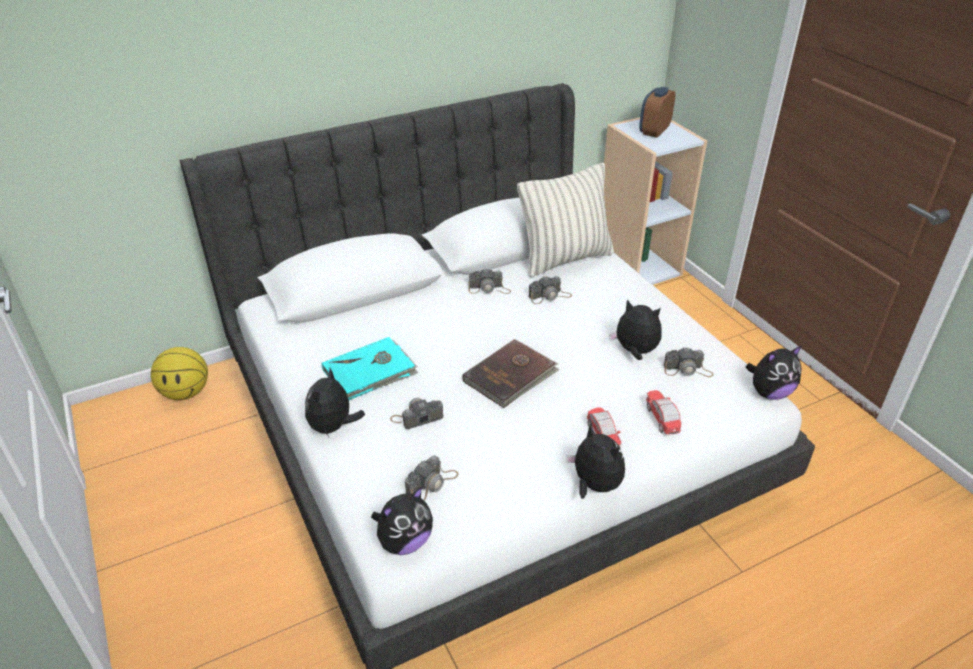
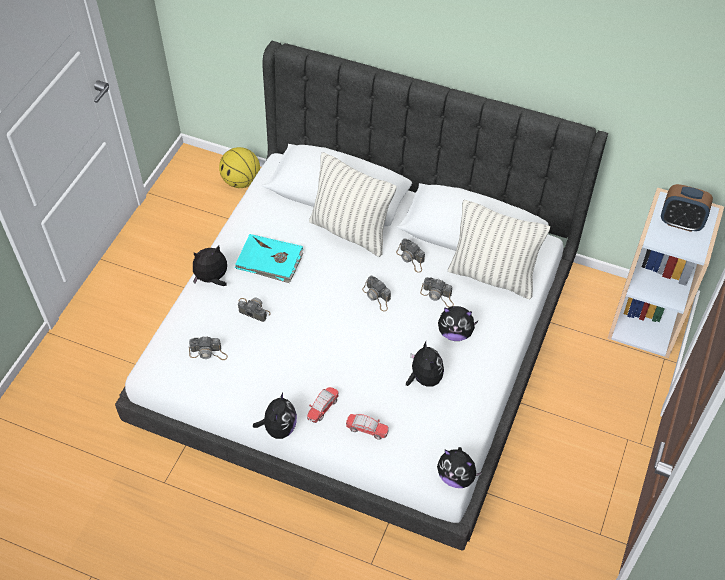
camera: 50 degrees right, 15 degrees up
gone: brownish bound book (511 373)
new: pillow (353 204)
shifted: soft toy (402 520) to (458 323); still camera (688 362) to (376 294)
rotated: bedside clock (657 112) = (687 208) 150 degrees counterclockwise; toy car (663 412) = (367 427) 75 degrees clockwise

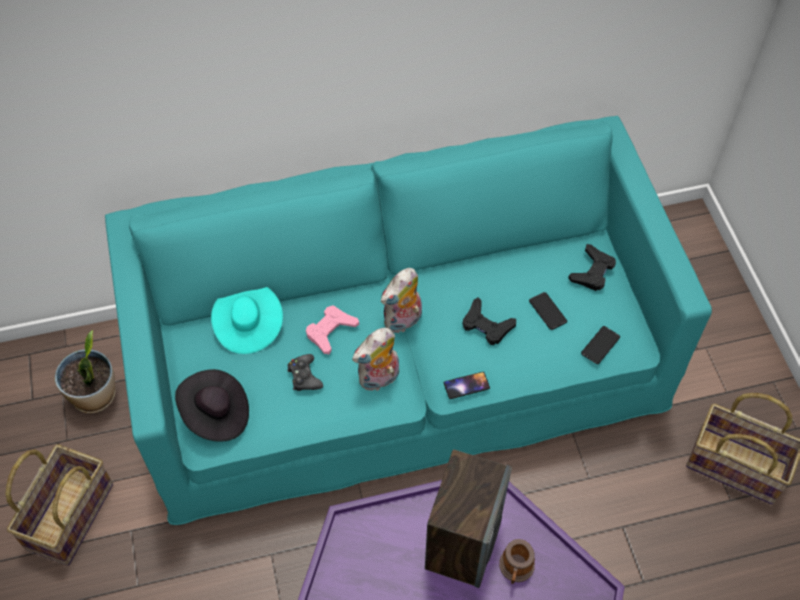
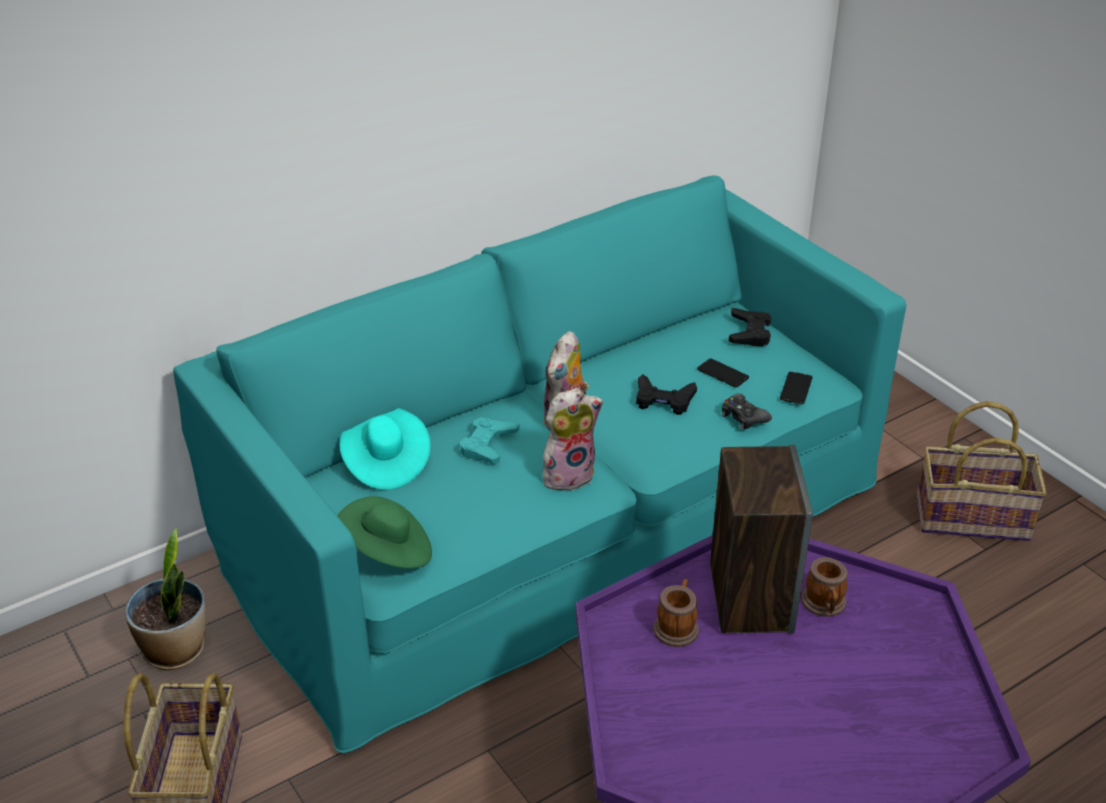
camera: 20 degrees left, 20 degrees down
gone: phone (467 385)
new: tea mug (676 613)
shifted: black-coloured game controller (305 372) to (747 411)
repainted: black-coloured wearable hat (212 405) to greenish wearable hat (384 532); pinkish game controller (332 329) to turquoise game controller (490 440)
rotated: soft toy (376 359) = (572 439) 150 degrees counterclockwise

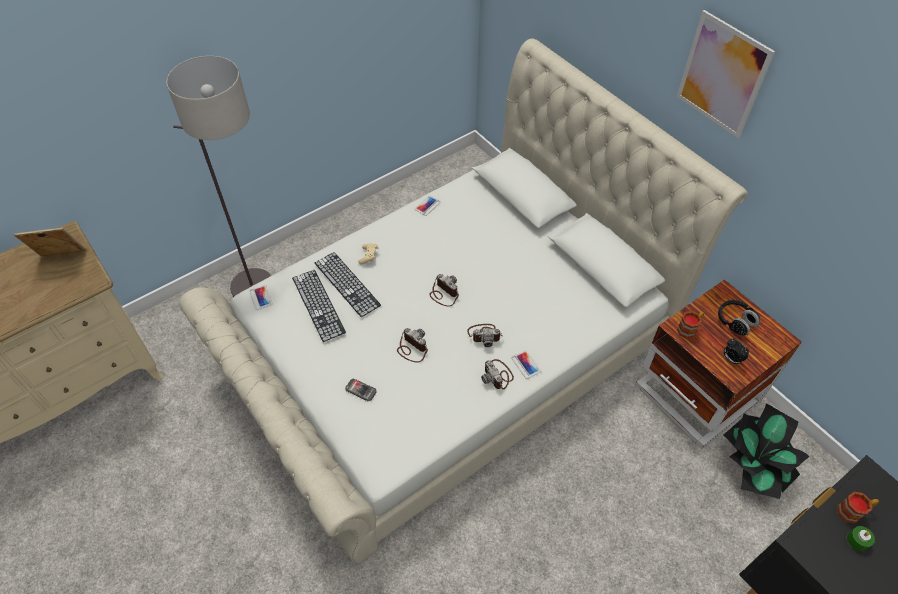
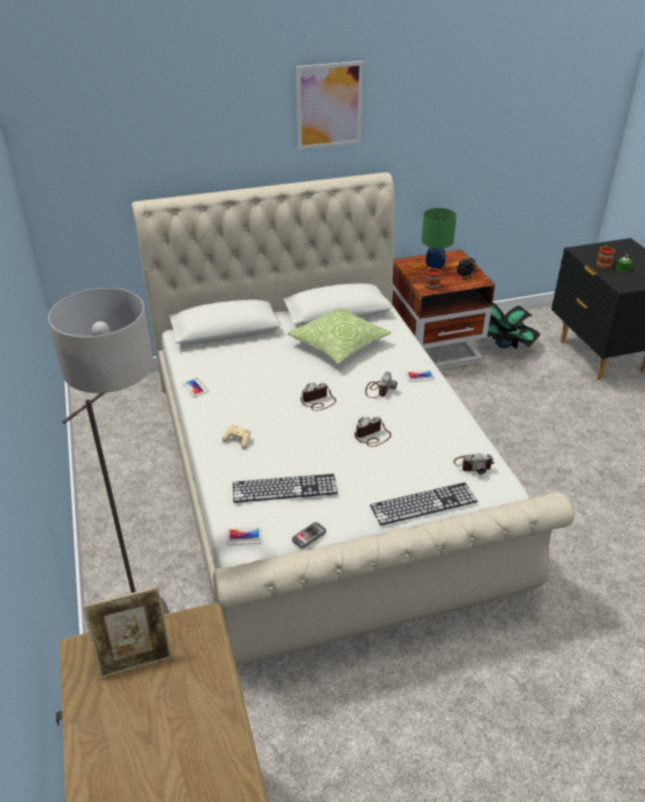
camera: 70 degrees left, 15 degrees down
new: pillow (339 336)
shifted: PC keyboard (348 284) to (424 504); phone (361 390) to (309 535); still camera (497 374) to (474 464)
swapped: black-coloured pair of headphones (739 317) to greenish lamp for a table (439 238)
rotated: picture frame (50 242) = (127 632) 120 degrees counterclockwise

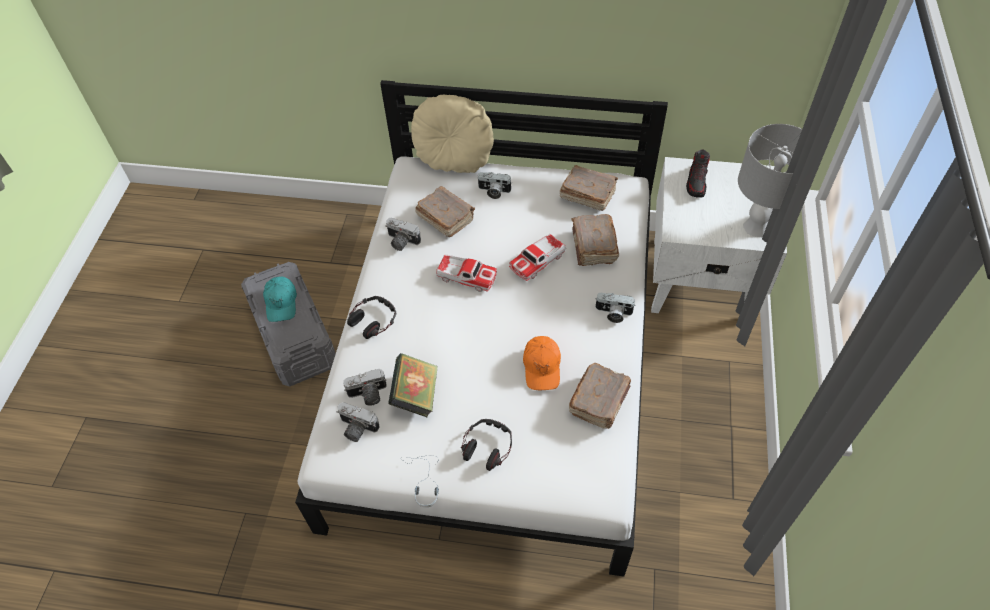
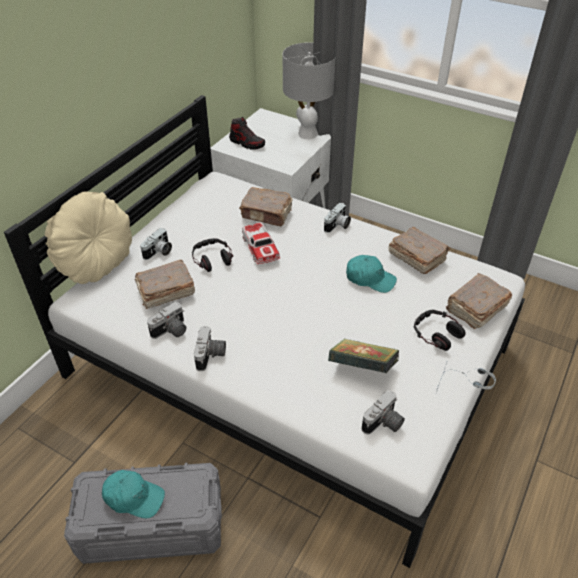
camera: 70 degrees left, 10 degrees down
gone: toy car (466 273)
shifted: still camera (365 387) to (210 348); pair of headphones (372 317) to (212 255); brownish bound book (589 188) to (479 301)
repainted: orange-coloured cap (542 363) to turquoise cap (371 274)

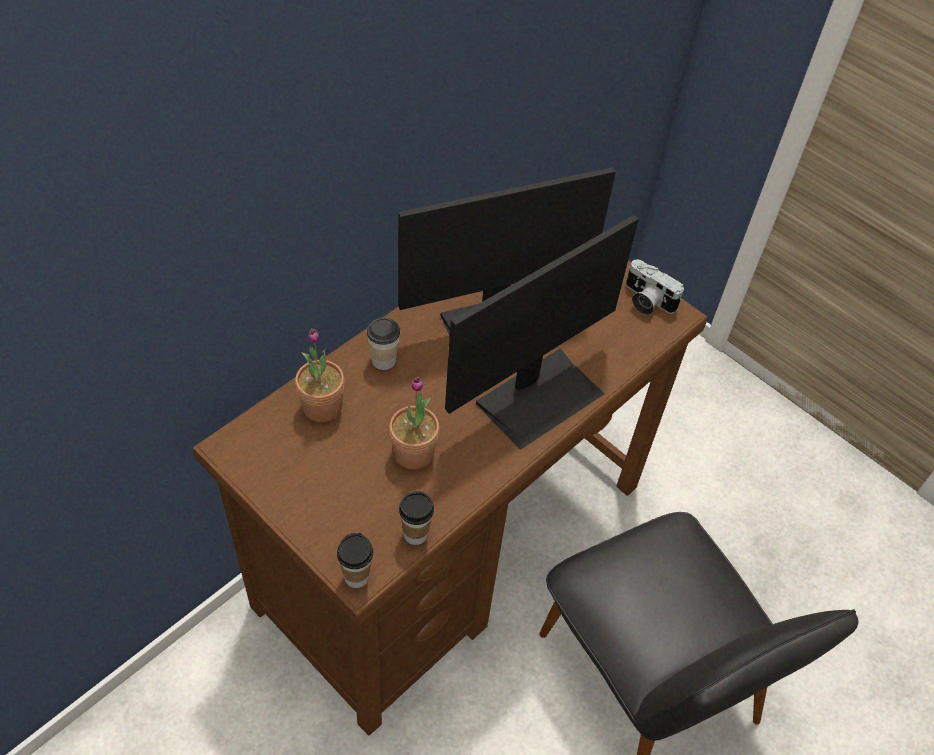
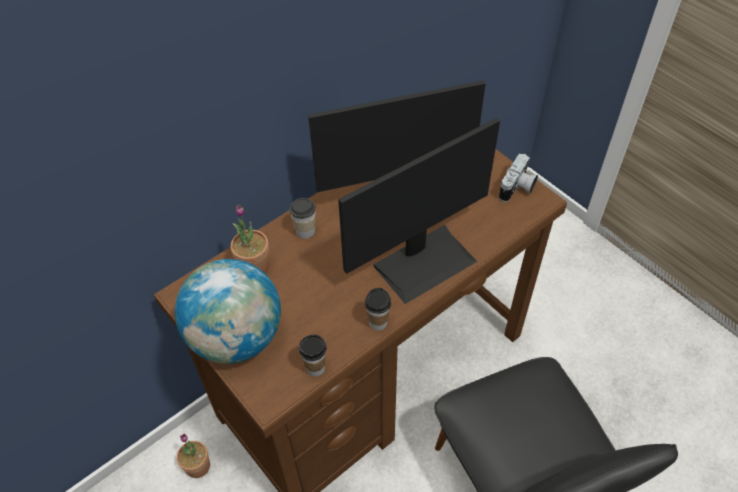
camera: 10 degrees right, 0 degrees up
new: desk globe (228 311)
shifted: drinking cup (355 560) to (378 309); plant in a pot (414 423) to (193 456)
rotated: still camera (655 287) = (518 178) 105 degrees counterclockwise

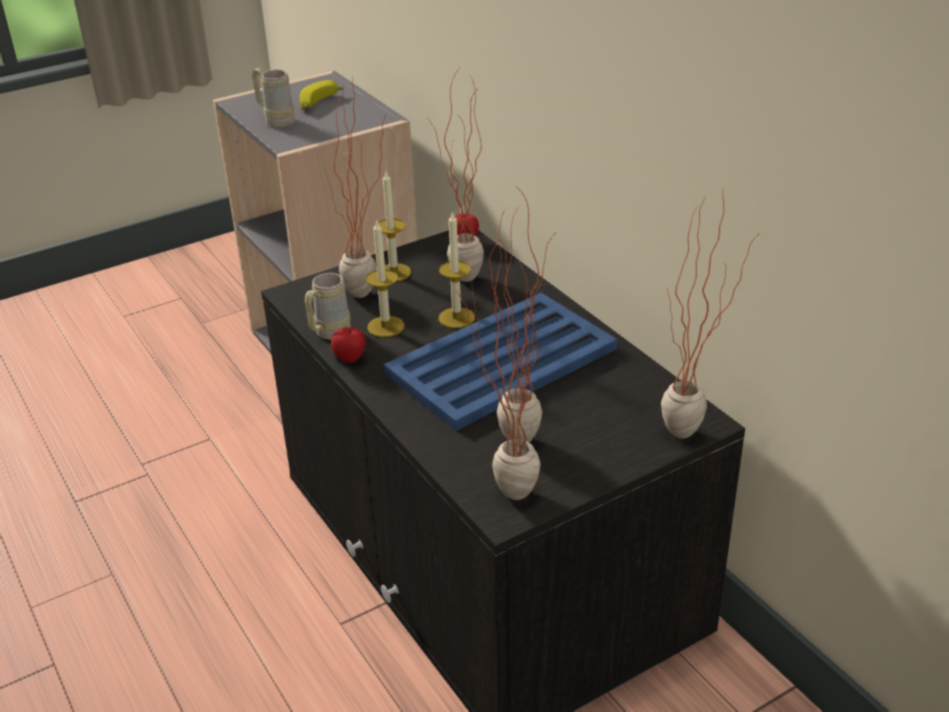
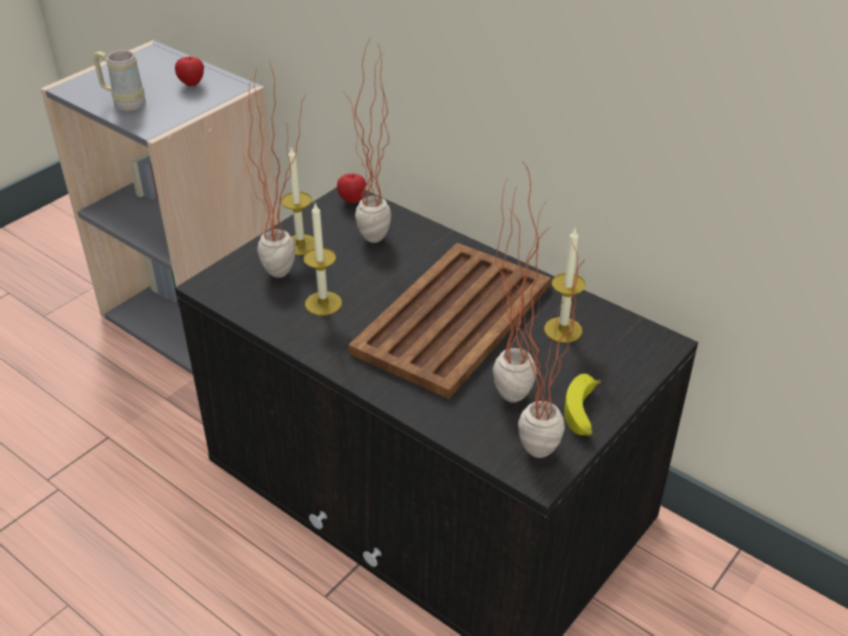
camera: 20 degrees left, 5 degrees up
gone: sand-coloured tea mug (328 306); plant in a pot (709 316)
shifted: whole banana (321 94) to (582 405); apple fruit (348 345) to (189 71); wax light (457 269) to (565 286)
repainted: bluish serving tray (501 362) to brownish serving tray (449 321)

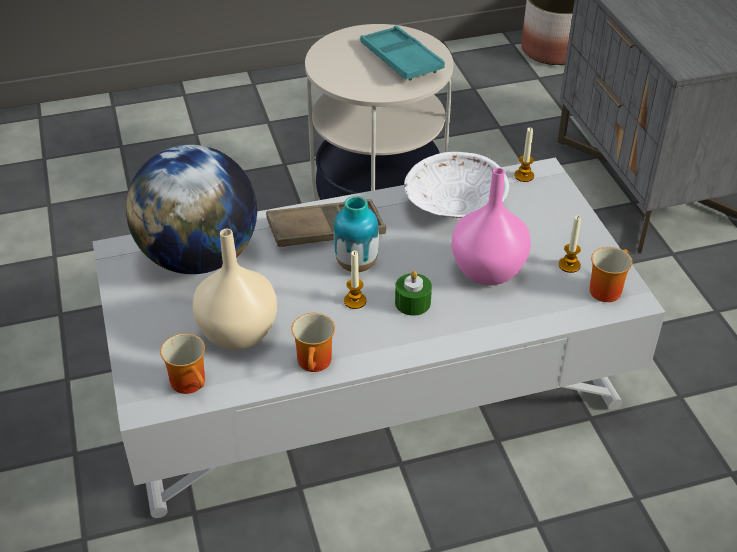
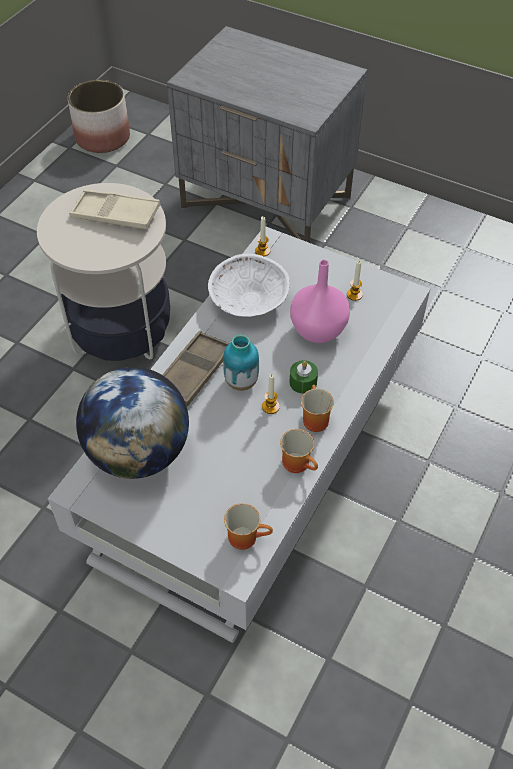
camera: 45 degrees left, 10 degrees up
gone: sand-coloured flower vase (235 289)
shifted: tea mug (611 274) to (317 408)
repainted: turquoise serving tray (402 53) to sand-coloured serving tray (114 209)

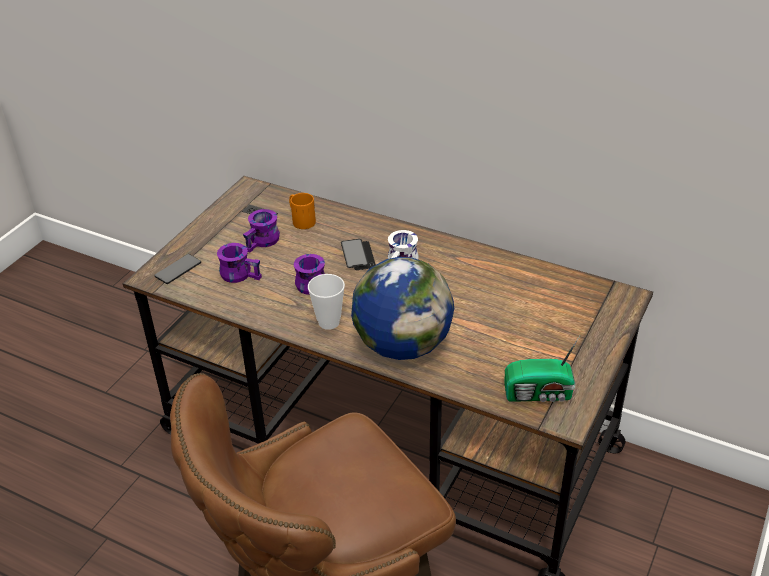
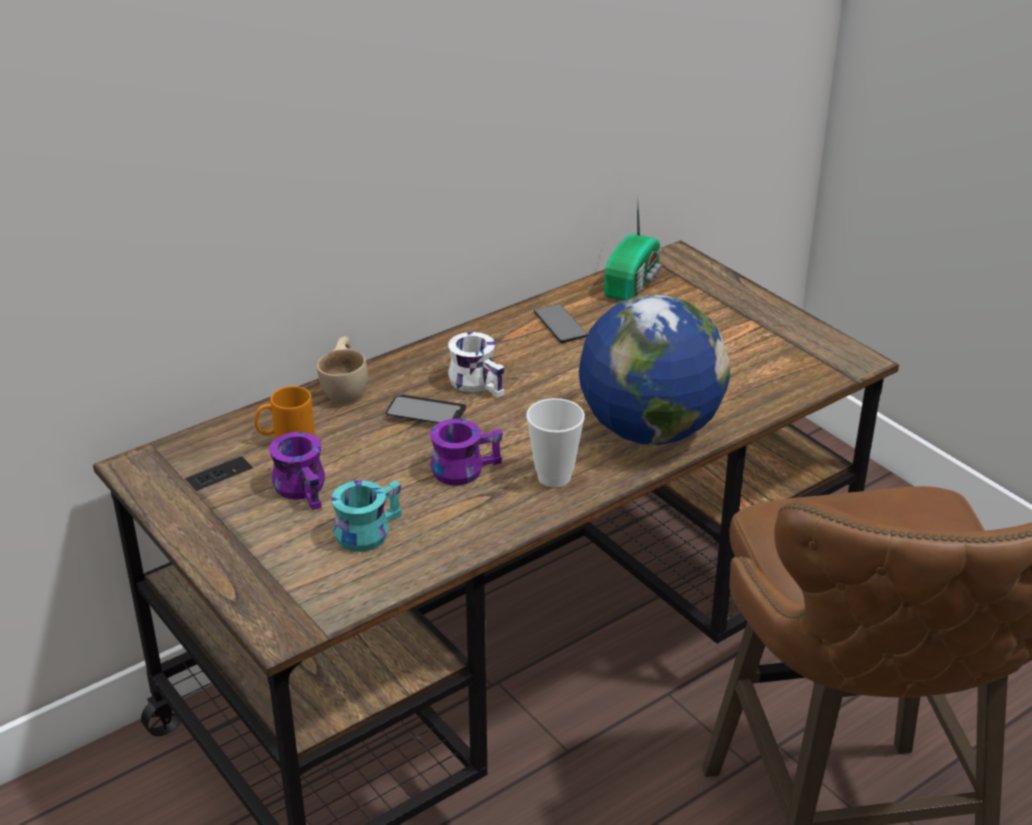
camera: 65 degrees left, 5 degrees down
new: sand-coloured drinking cup (342 370)
shifted: phone (177 269) to (560 323); radio set (542 369) to (633 246)
repainted: purple-coloured tea mug (239 263) to turquoise tea mug (366 516)

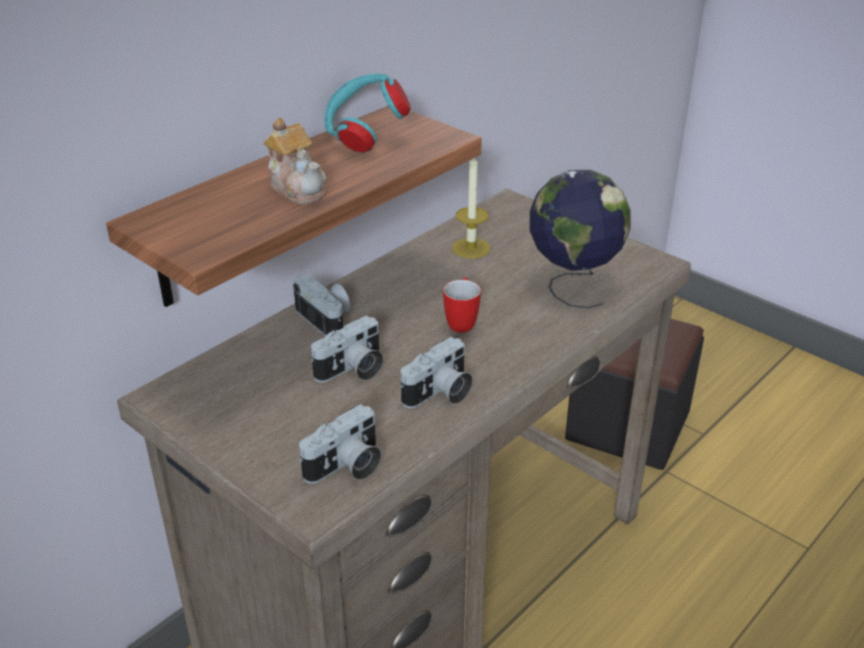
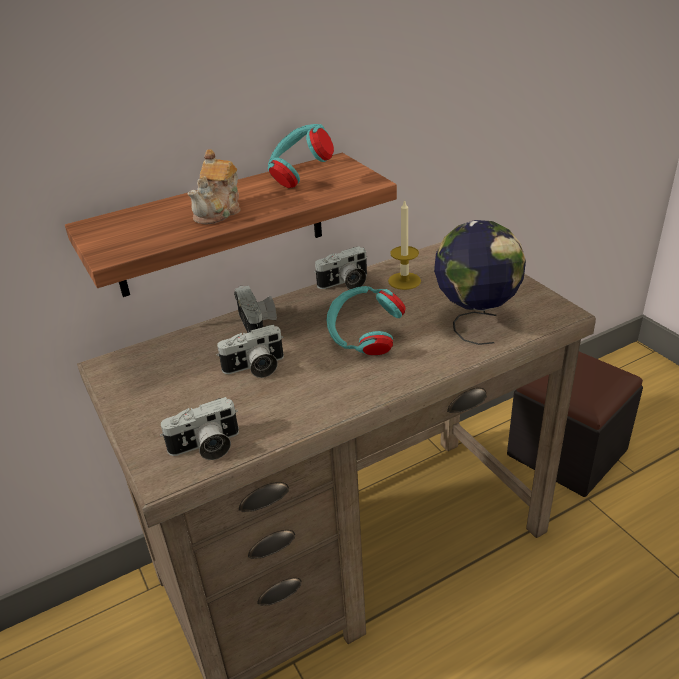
camera: 20 degrees right, 0 degrees up
shifted: still camera (437 372) to (340 268)
swapped: tea mug (462 305) to turquoise pair of headphones (366 320)
rotated: tea pot (295 161) = (214 186) 45 degrees clockwise

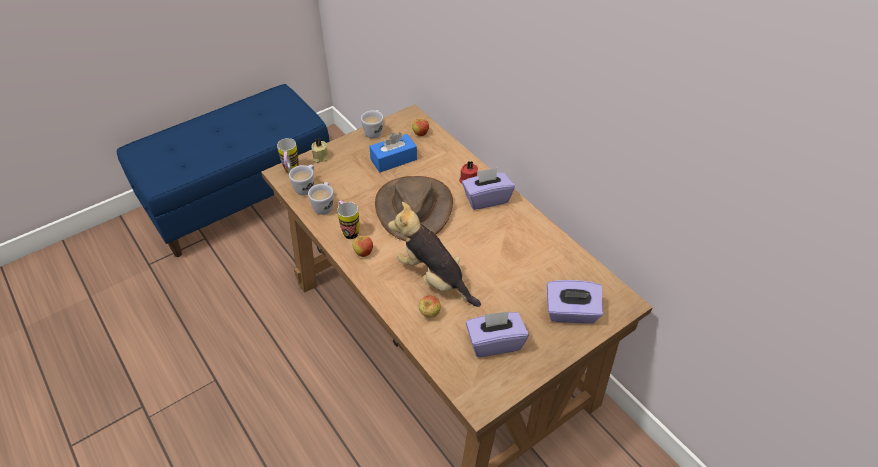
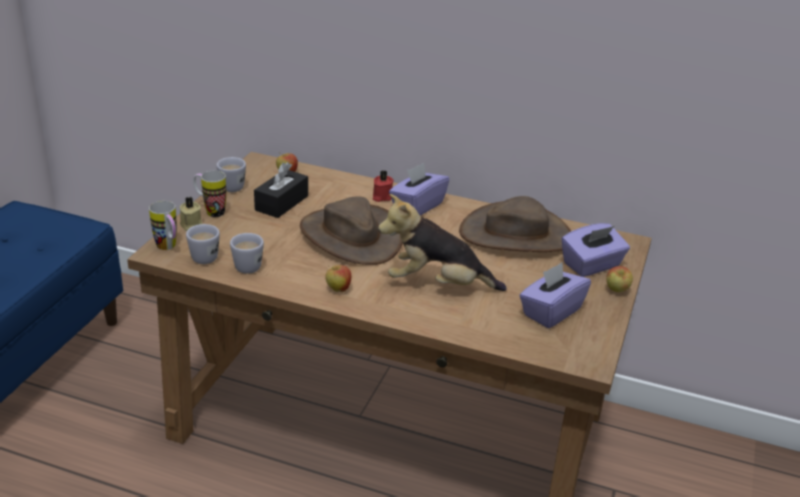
camera: 35 degrees left, 15 degrees down
new: brownish wearable hat (515 224)
shifted: tea mug (348 219) to (209 194); apple fruit (429 306) to (619 279)
repainted: bluish tissue box (393 152) to black-coloured tissue box (281 190)

